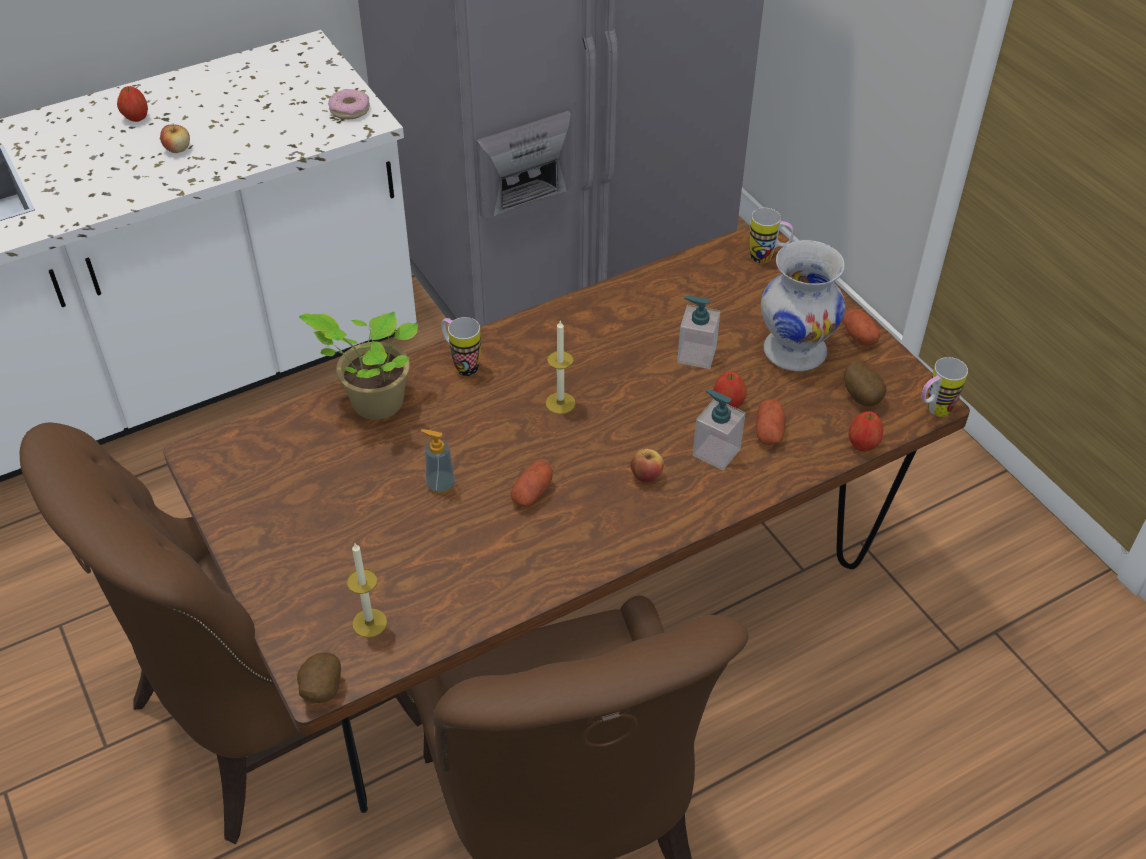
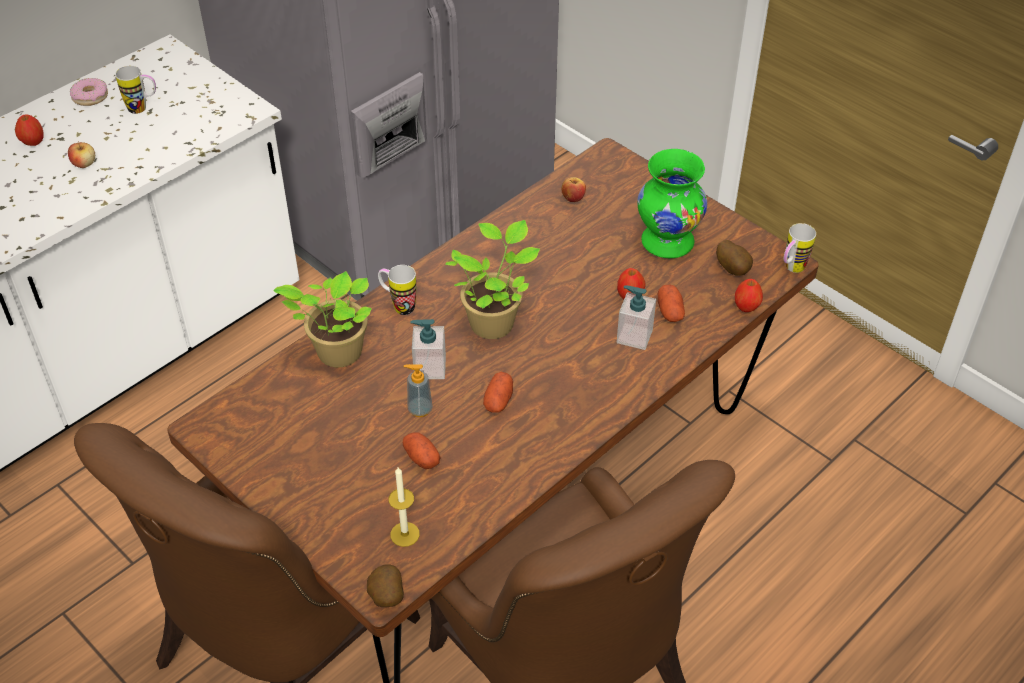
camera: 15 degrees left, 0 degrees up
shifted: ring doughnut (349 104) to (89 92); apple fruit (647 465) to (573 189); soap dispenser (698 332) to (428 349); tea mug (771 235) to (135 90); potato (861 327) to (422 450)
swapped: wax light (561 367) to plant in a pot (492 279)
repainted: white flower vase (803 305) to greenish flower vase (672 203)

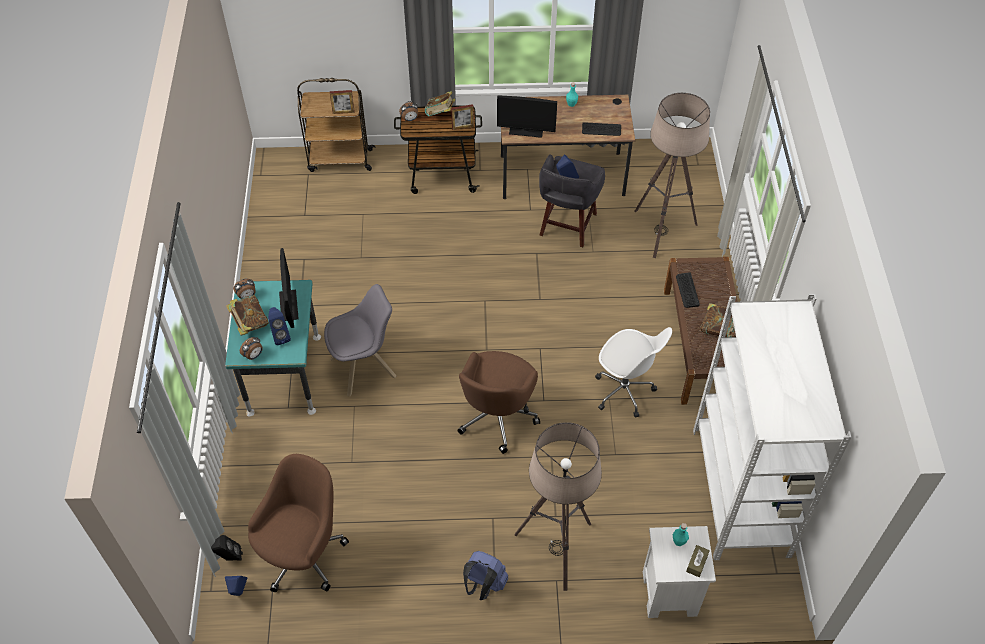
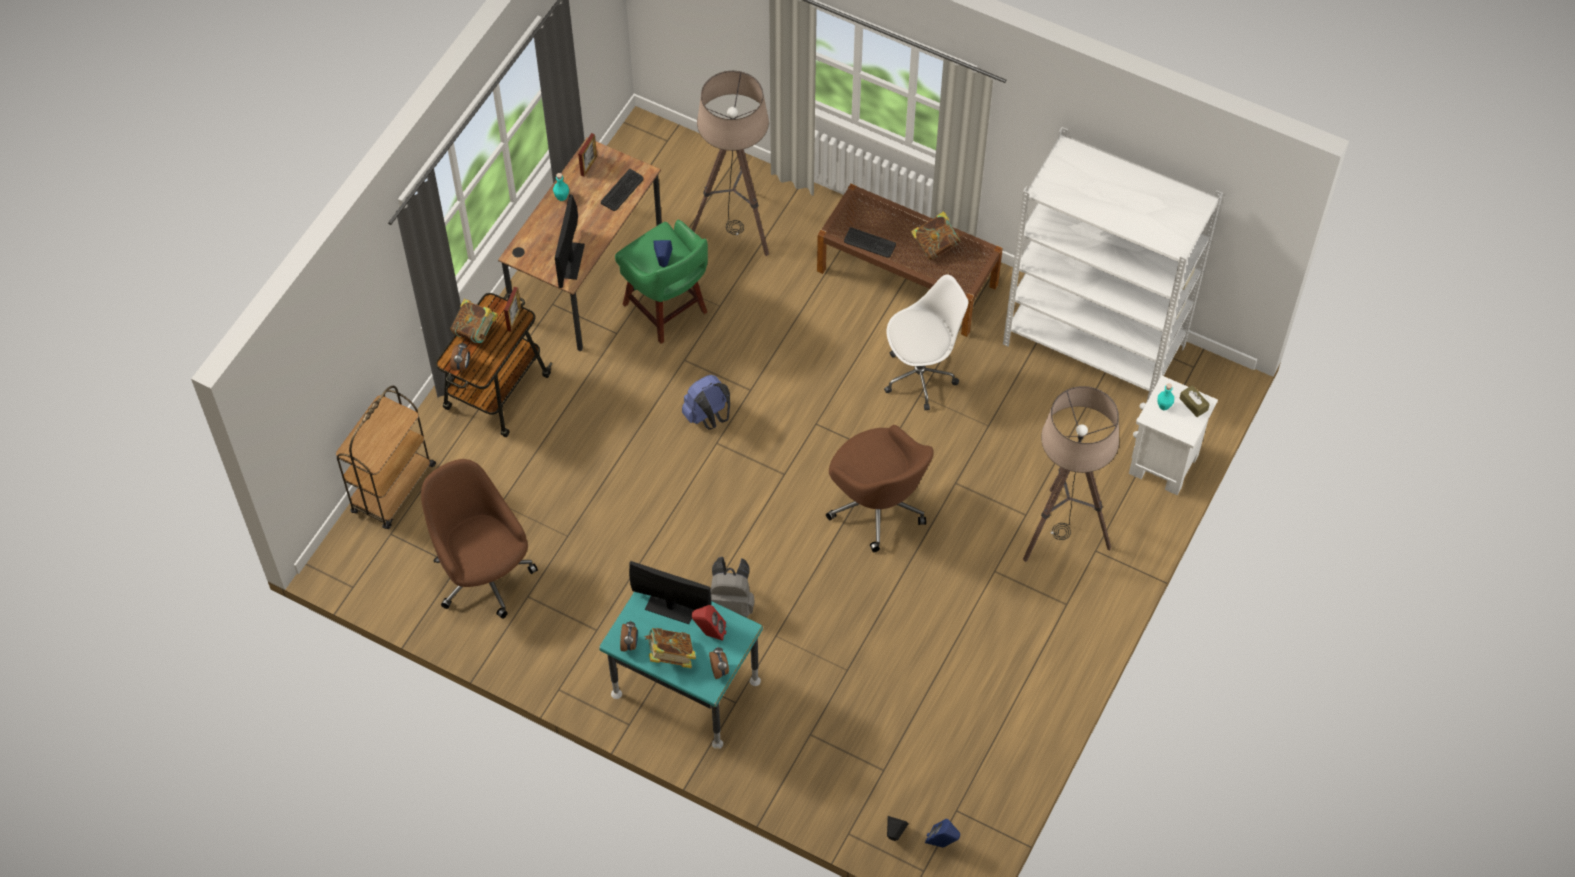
camera: 60 degrees left, 5 degrees up
shifted: brownish office chair (298 523) to (479 539); picture frame (342 102) to (587 155); bluish rucksack (485 575) to (706 402)
swapped: greyish upright chair (360 340) to greyish rucksack (732 587)
repainted: bluish audio speaker (279 326) to red audio speaker (709 623); greyish stool seat (572 200) to greenish stool seat (661 281)
rotated: monitor (527 116) = (570 241) 150 degrees clockwise

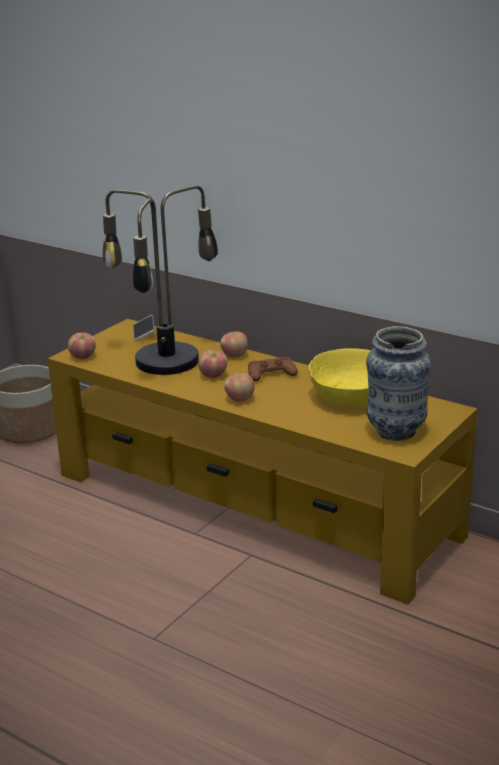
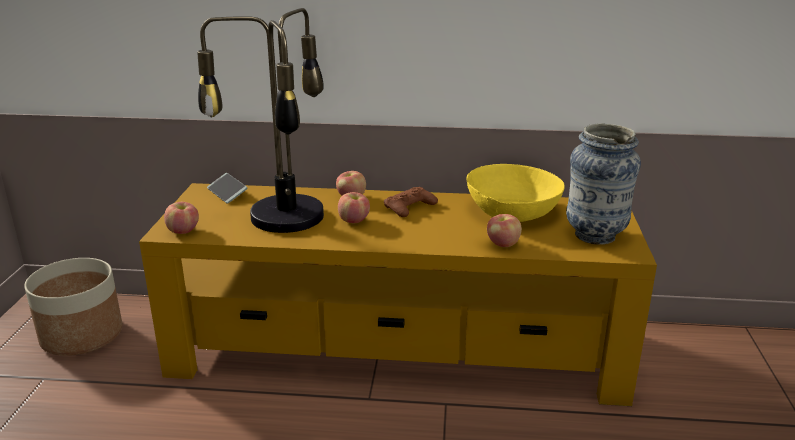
camera: 30 degrees left, 0 degrees up
shifted: apple fruit (239 387) to (504 230)

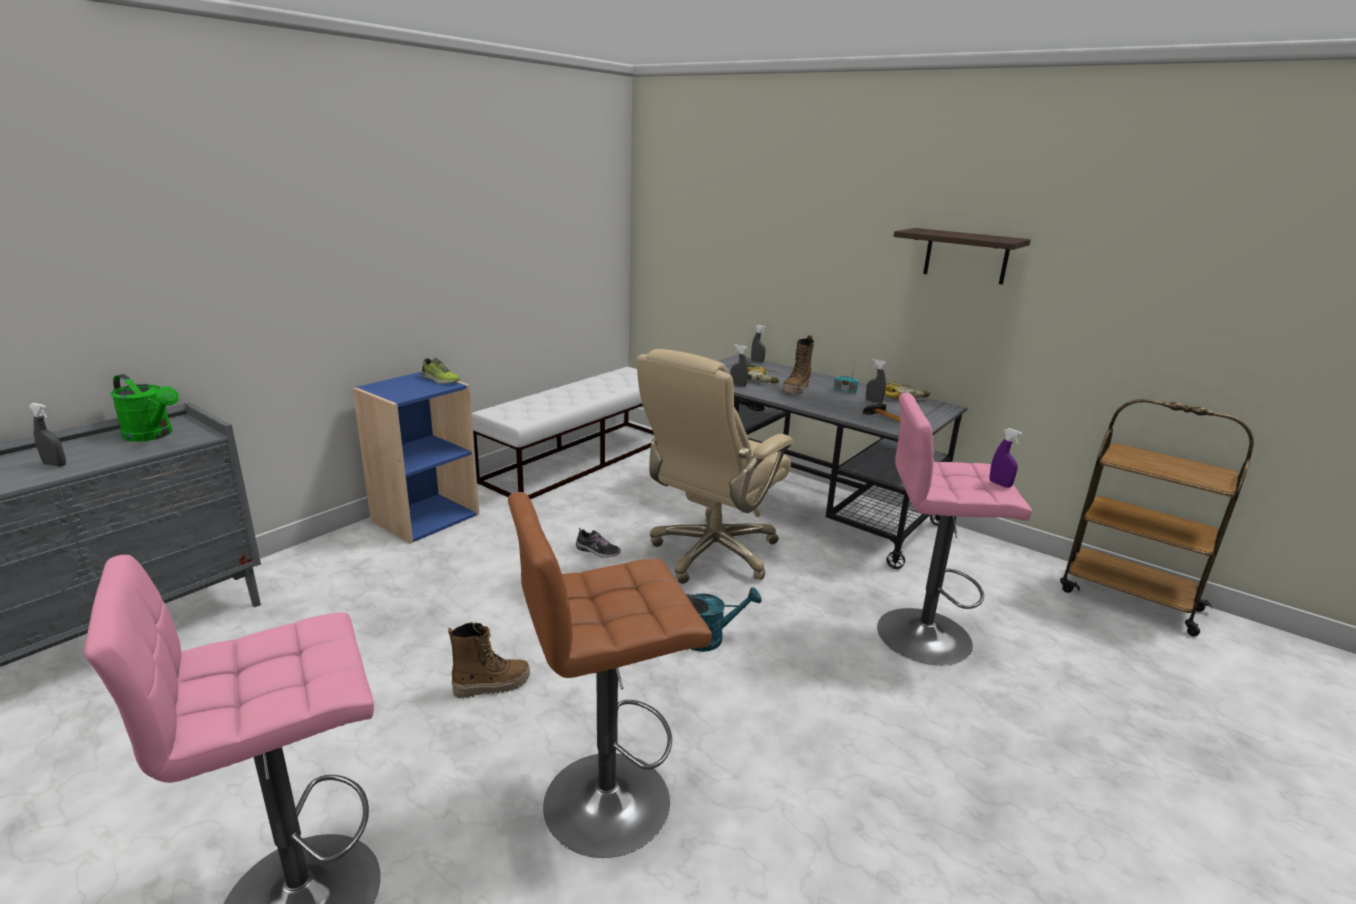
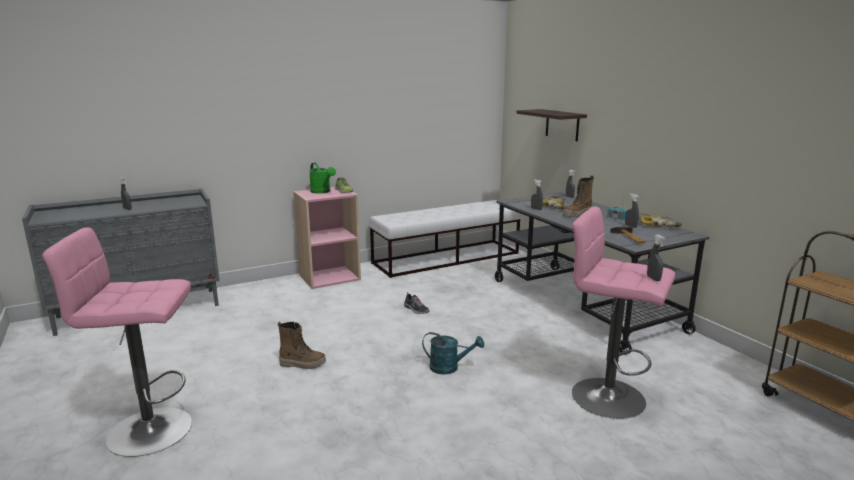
camera: 25 degrees right, 5 degrees down
gone: brownish stool seat (610 675); sand-coloured office chair (714 466)
shifted: greenish watering can (144 408) to (322 178); shelf (962 256) to (552 125)
repainted: bluish bookcase (415 458) to pinkish bookcase (327 238); purple-coloured sprayer (1006 458) to greyish sprayer (656 257)

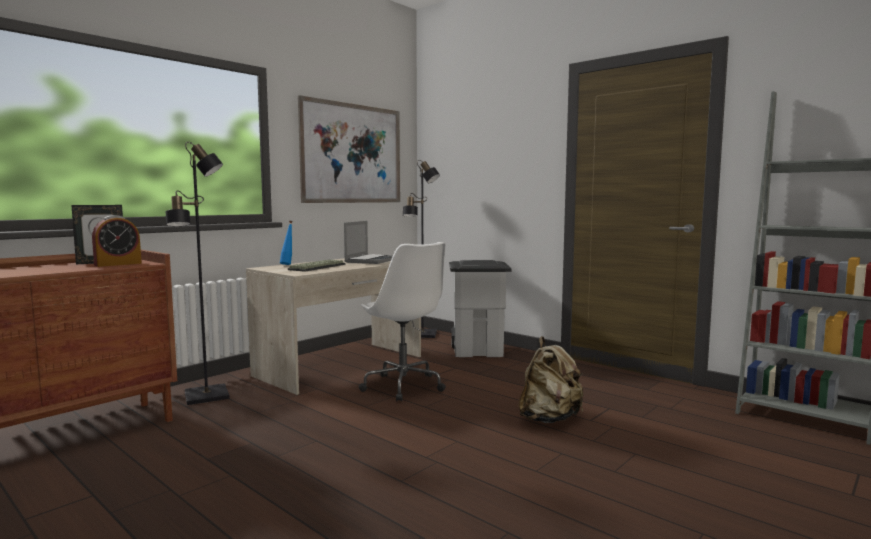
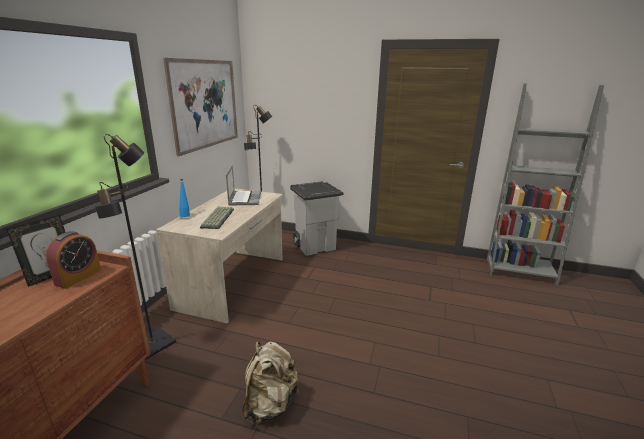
camera: 25 degrees left, 15 degrees up
gone: white office chair (402 321)
shifted: sand-coloured rucksack (550 379) to (270 383)

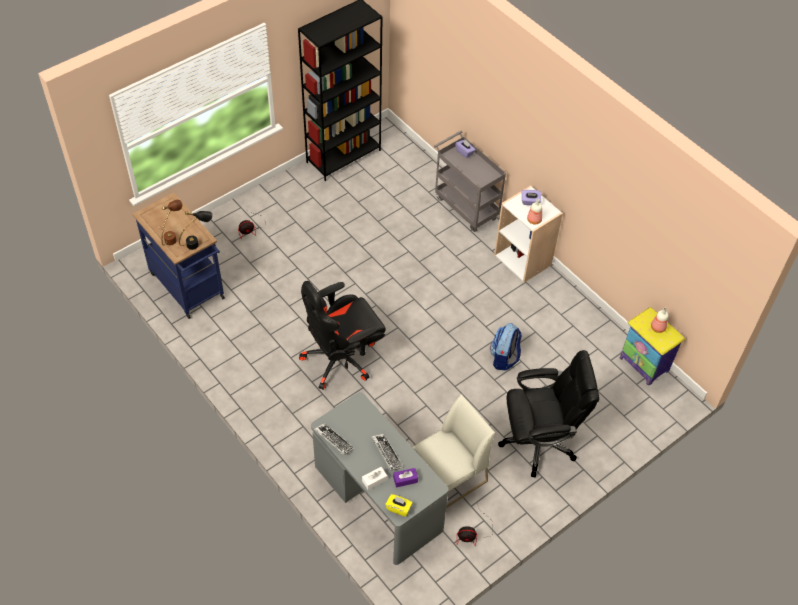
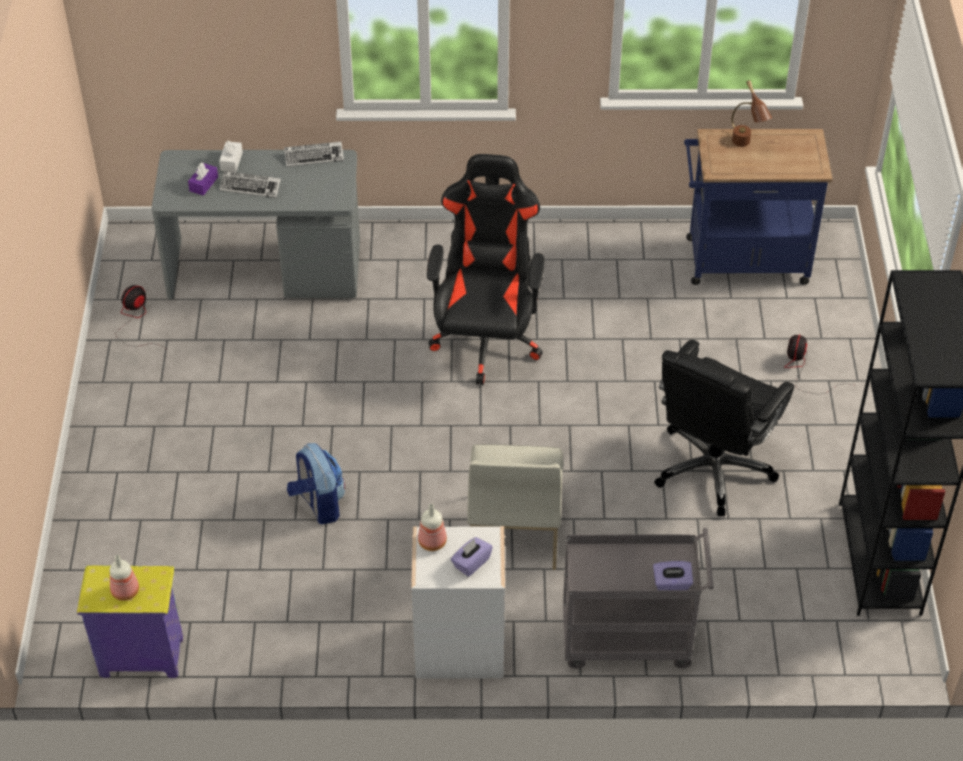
camera: 130 degrees right, 5 degrees down
gone: black-coloured lamp for a table (196 230); yellow-coloured tissue box (398 505)
shifted: white upright chair (453 451) to (515 507); black-coloured office chair (549 413) to (724 428)

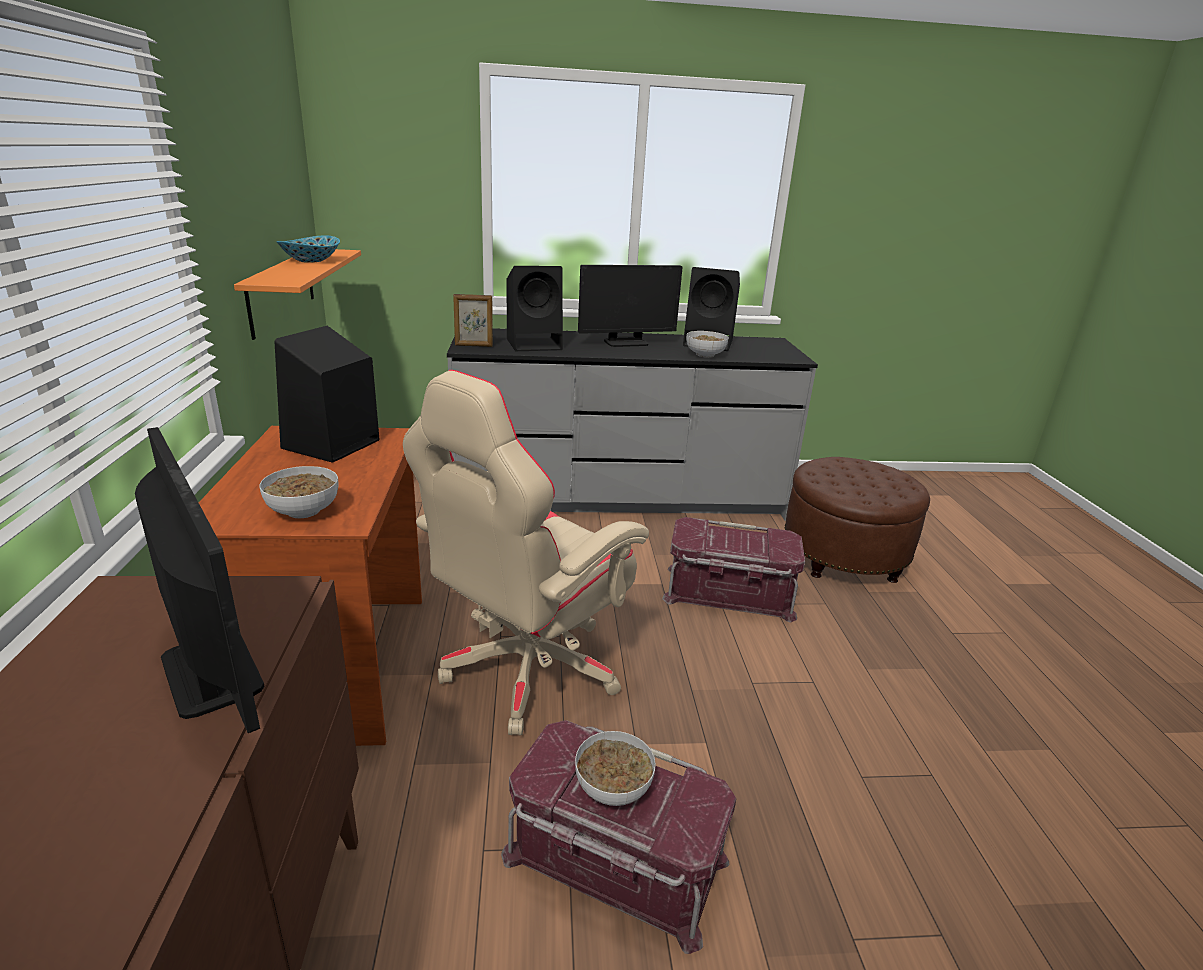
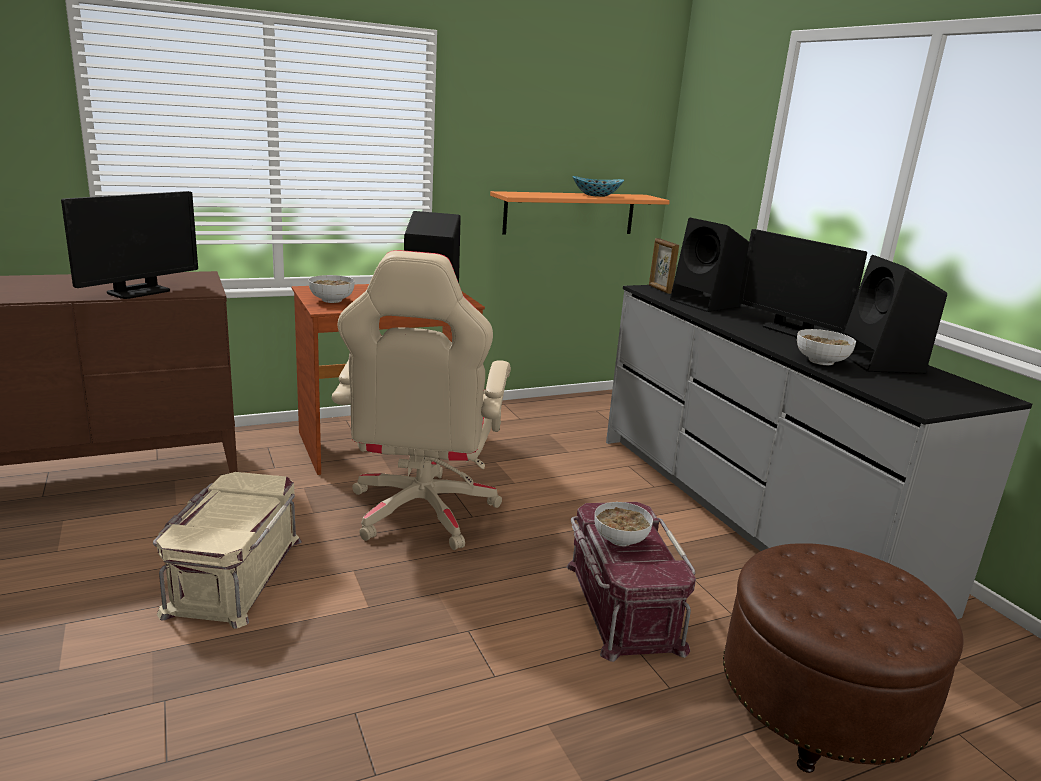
camera: 70 degrees right, 5 degrees down
shifted: serving bowl (615 768) to (623 524)
repainted: red storage box (618 837) to sand-coloured storage box (227 550)
rotated: sand-coloured office chair (526 552) = (421 400) 105 degrees counterclockwise

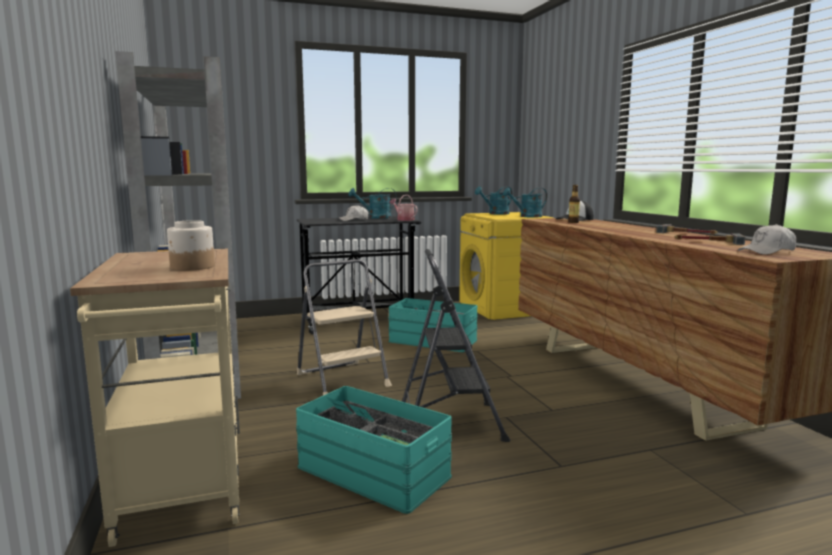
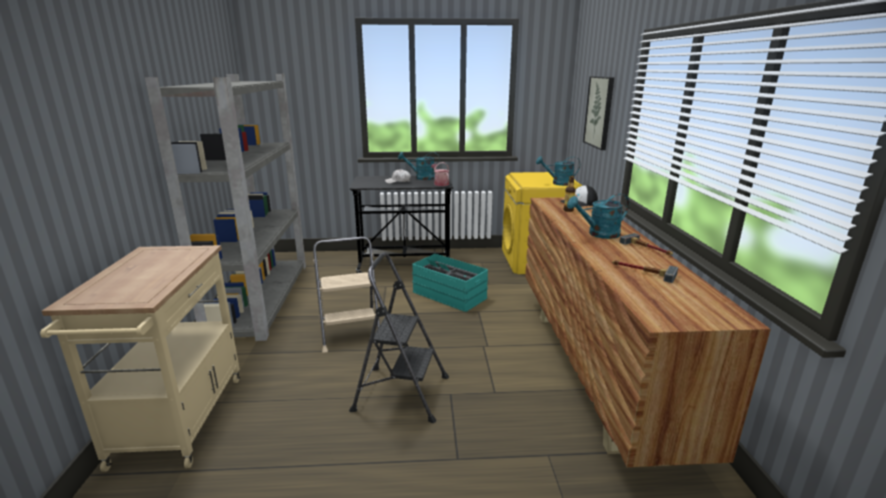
camera: 15 degrees right, 10 degrees up
gone: storage jar (191 245); turquoise storage box (374 450); white cap (767 239)
new: wall art (598 113)
shifted: turquoise watering can (494 201) to (598 216)

